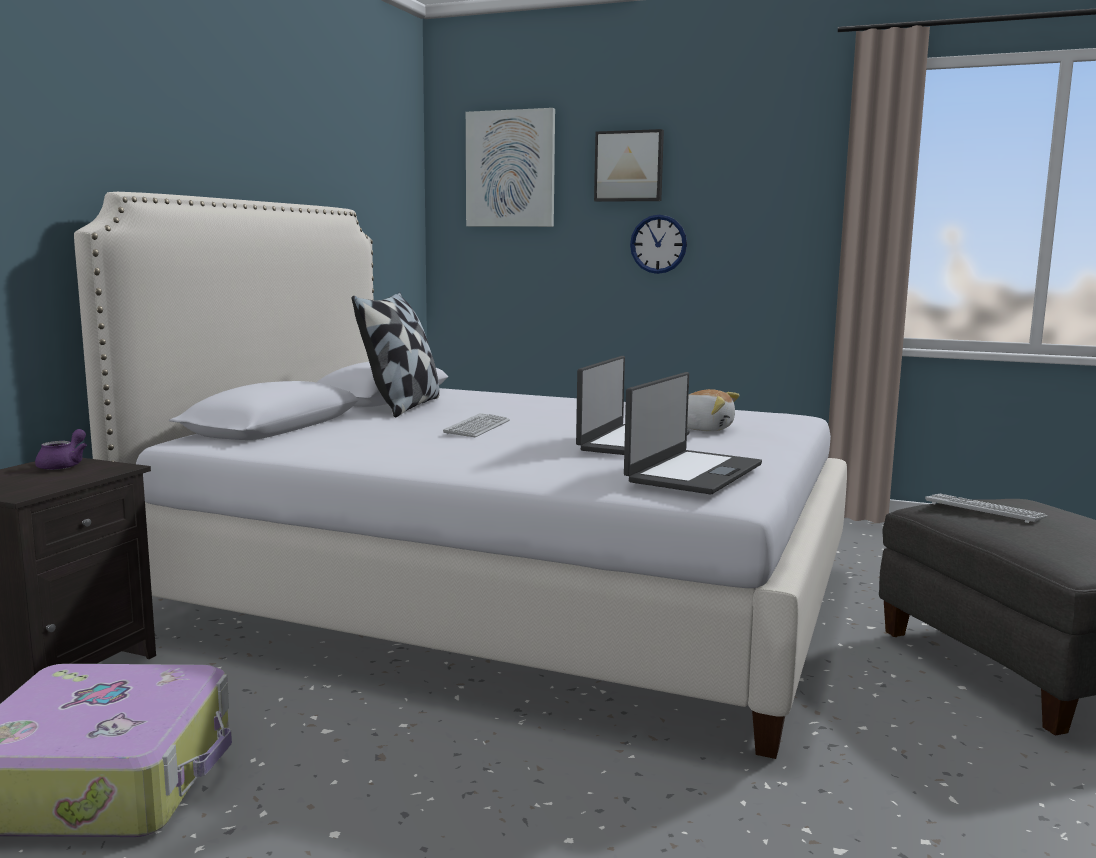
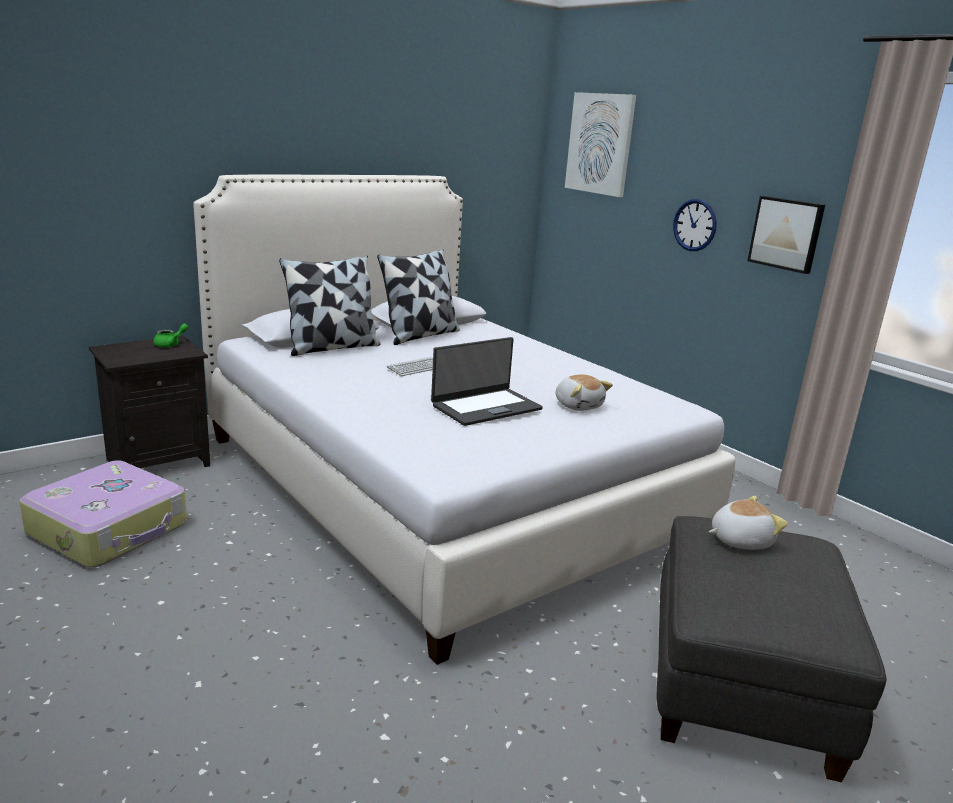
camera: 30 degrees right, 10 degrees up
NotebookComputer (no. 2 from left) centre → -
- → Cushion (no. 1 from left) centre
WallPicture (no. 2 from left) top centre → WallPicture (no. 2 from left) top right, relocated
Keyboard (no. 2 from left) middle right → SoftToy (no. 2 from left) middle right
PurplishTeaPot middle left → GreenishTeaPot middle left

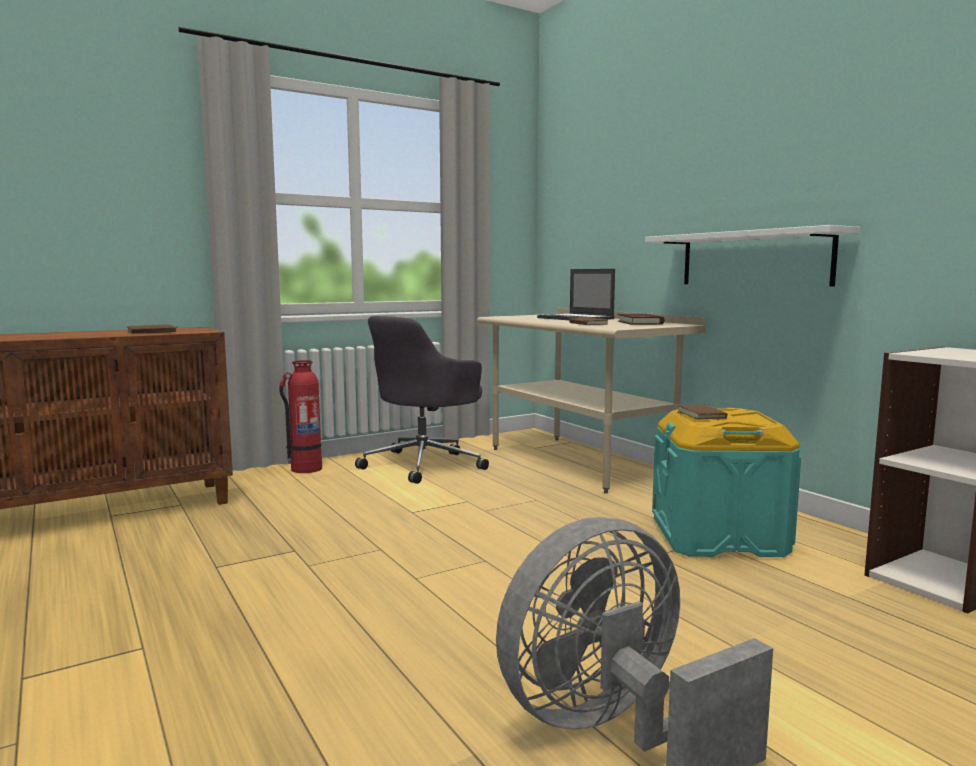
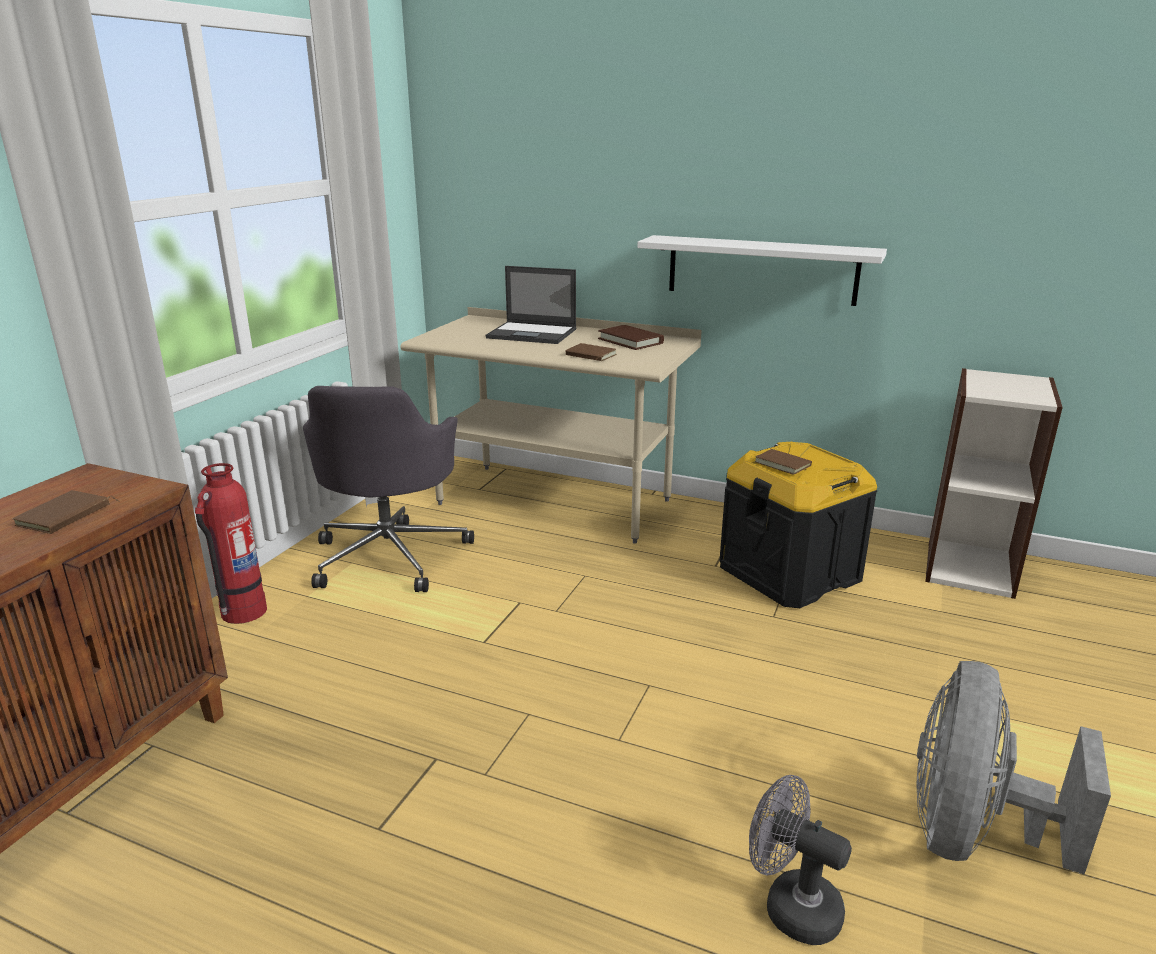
camera: 35 degrees left, 15 degrees up
- → GreyishFan (no. 1 from left) bottom right
TurquoiseColouredStorageContainer middle right → BlackishStorageContainer middle right

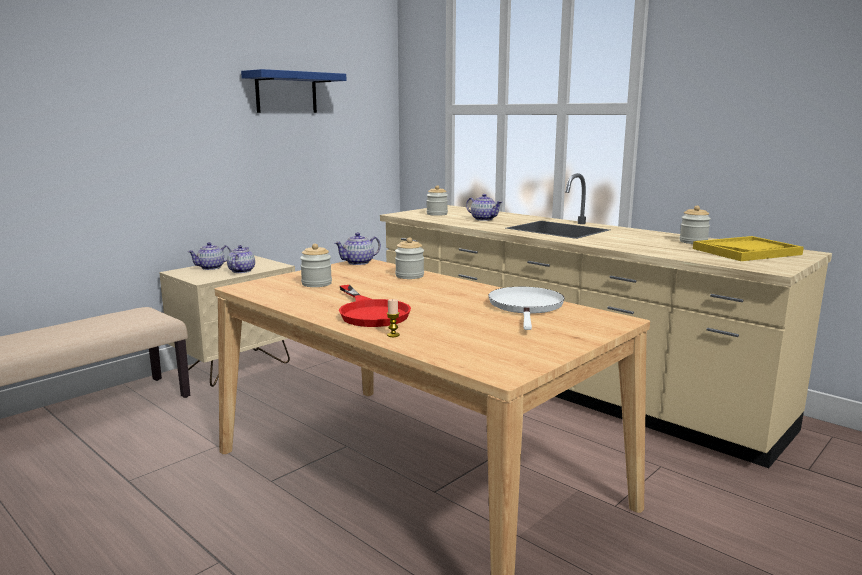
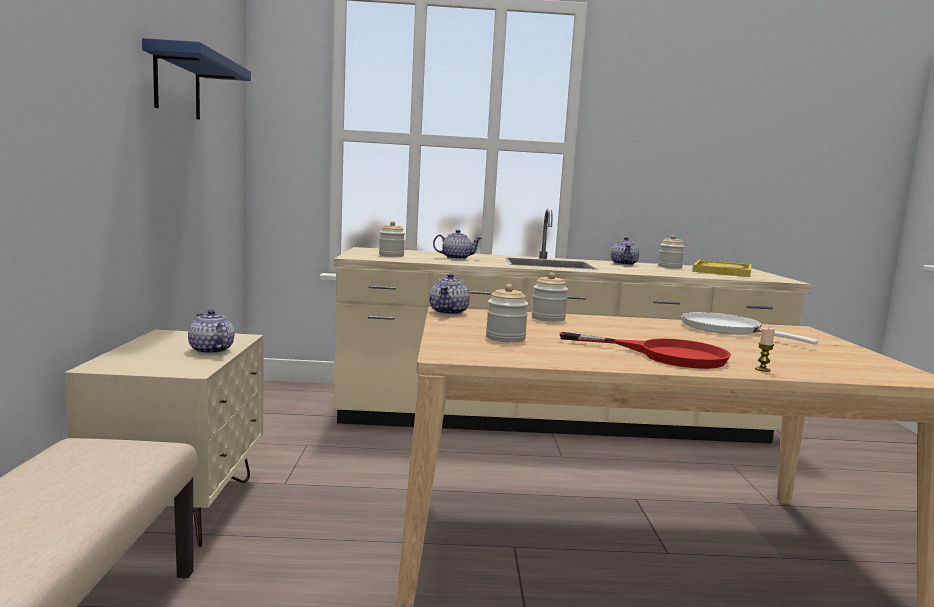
camera: 45 degrees left, 5 degrees down
TeaPot (no. 1 from left in the first image) middle left → TeaPot (no. 4 from left) middle right, relocated

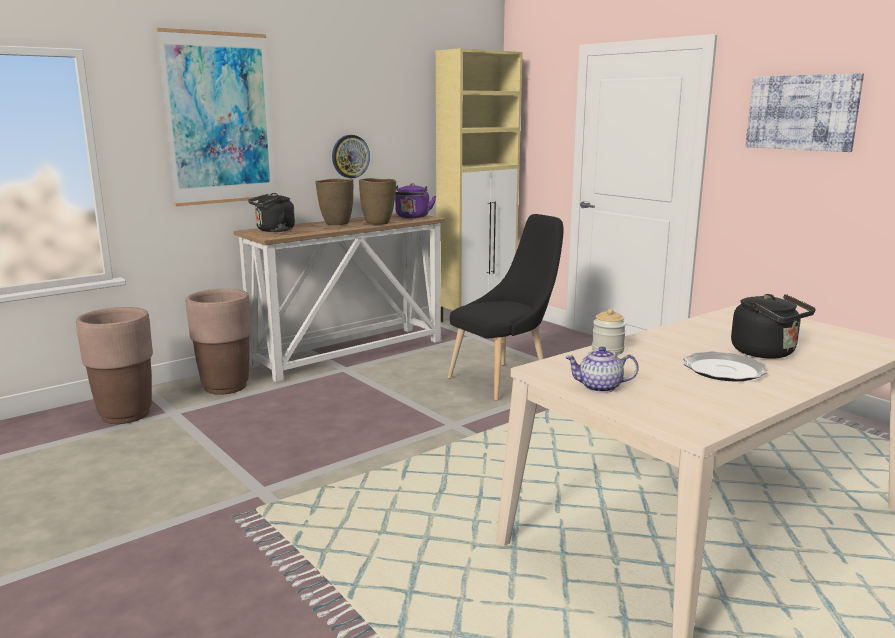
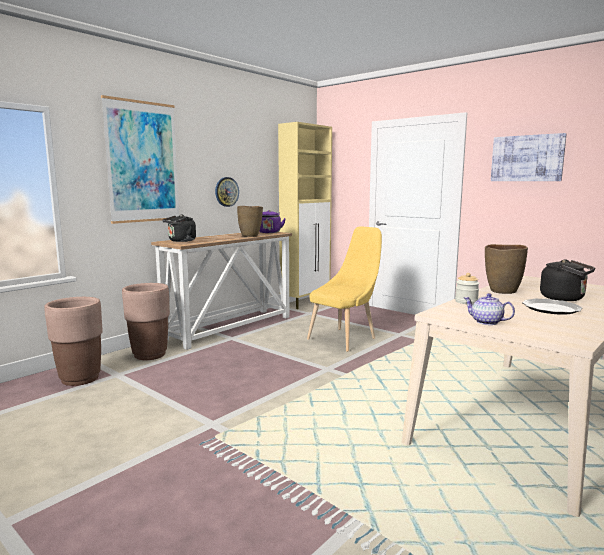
camera: 10 degrees left, 5 degrees down
BrownFlowerVase (no. 1 from left in the first image) top centre → BrownFlowerVase (no. 2 from left) middle right, relocated
BlackishChair centre → YellowChair centre
TeaPot middle right, 45 degrees clockwise

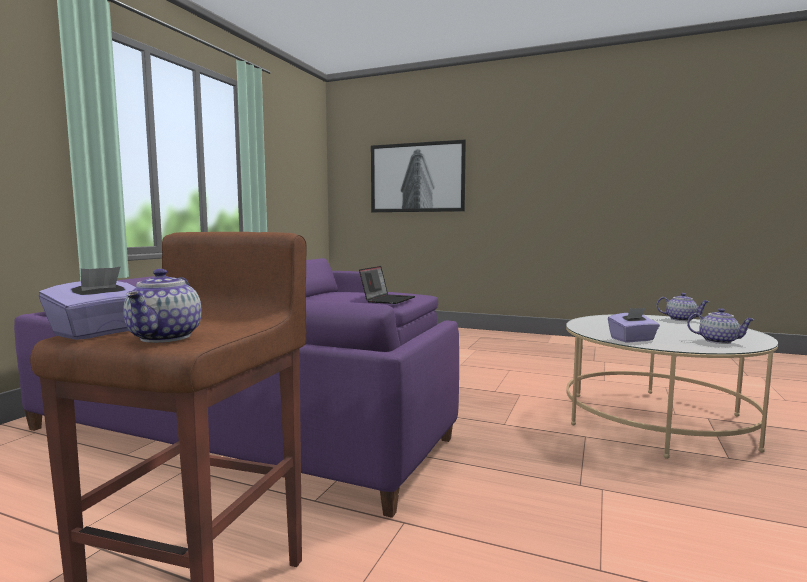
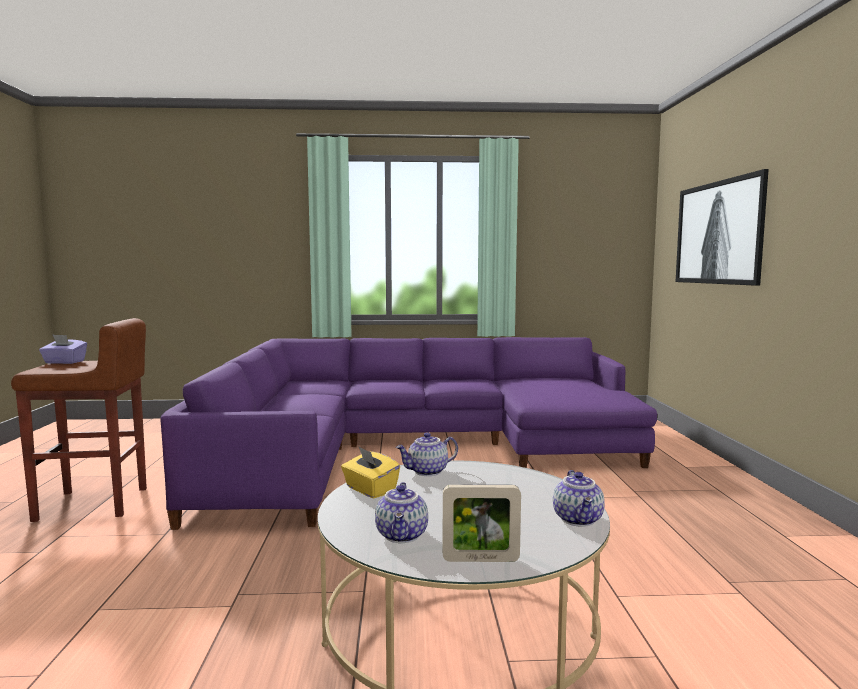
camera: 65 degrees right, 0 degrees up
NotebookComputer centre → -
- → StandingFrame bottom centre
TeaPot (no. 1 from left in the first image) middle left → TeaPot (no. 2 from left) centre, relocated
PurplishTissueHolder (no. 2 from left) middle right → YellowTissueHolder bottom centre

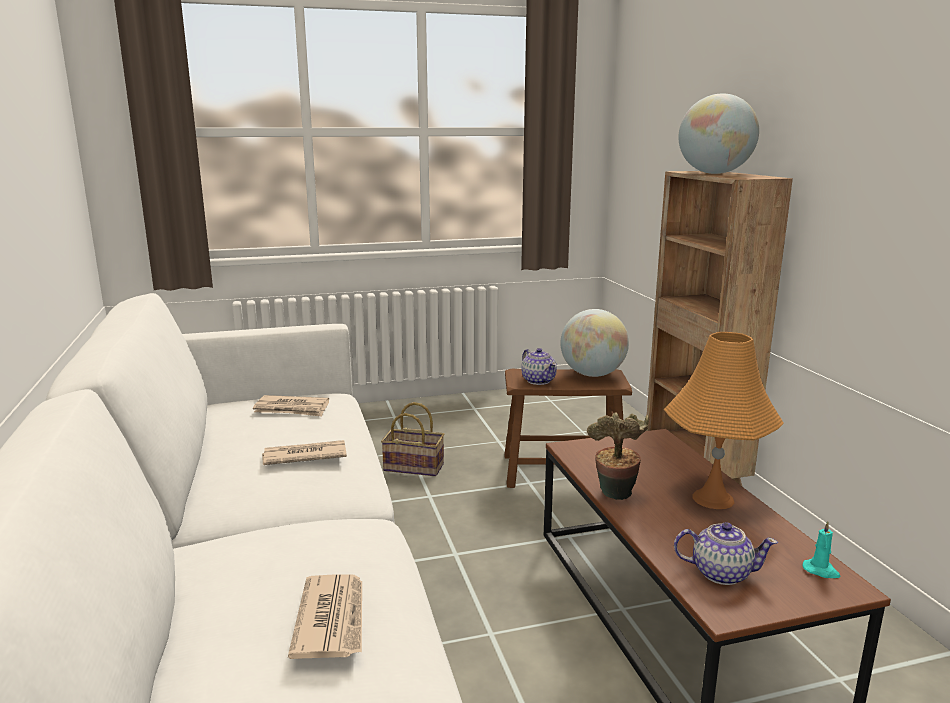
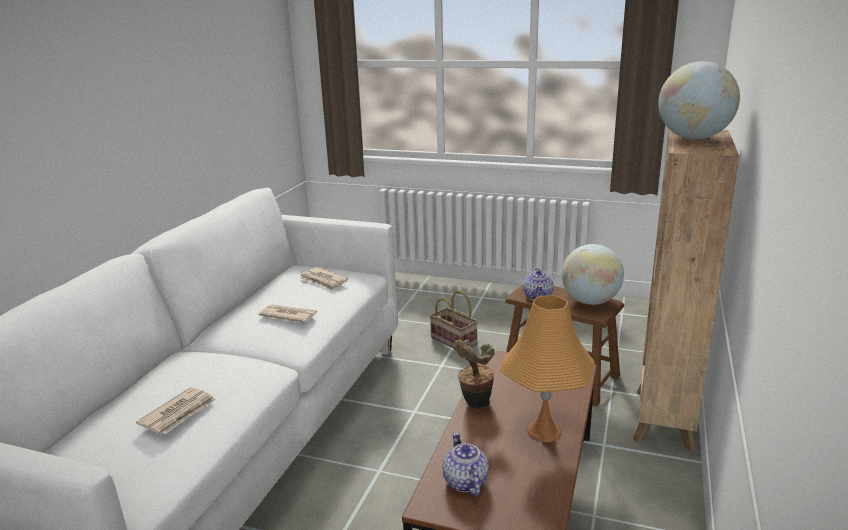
camera: 35 degrees right, 5 degrees up
TurquoiseColouredWaxCandle bottom right → -
TeaPot (no. 2 from left in the first image) bottom right → TeaPot (no. 1 from left) bottom centre, 150 degrees counterclockwise

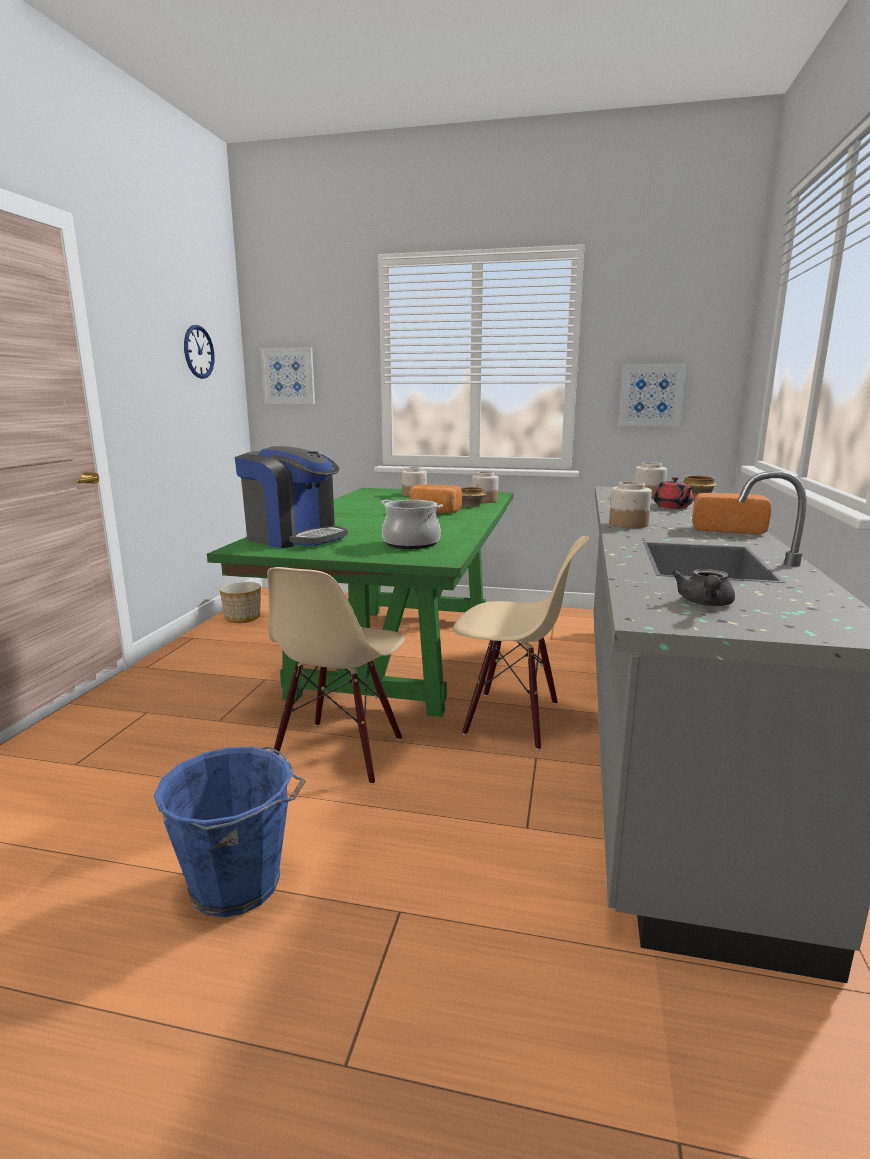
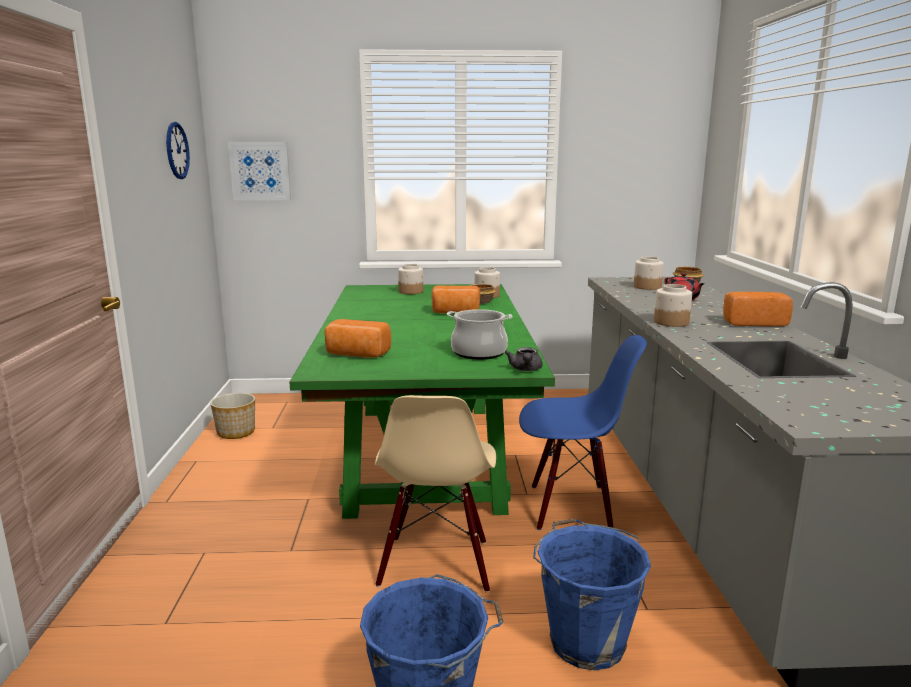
camera: 15 degrees left, 0 degrees up
WallPicture (no. 2 from left) middle right → -
- → BlueBucket (no. 2 from left) bottom centre
GreyishTeaPot middle right → GreyishTeaPot centre, relocated
CoffeeMaker centre → BakedBread (no. 1 from left) centre
SandColouredChair (no. 2 from left) centre → BlueChair centre

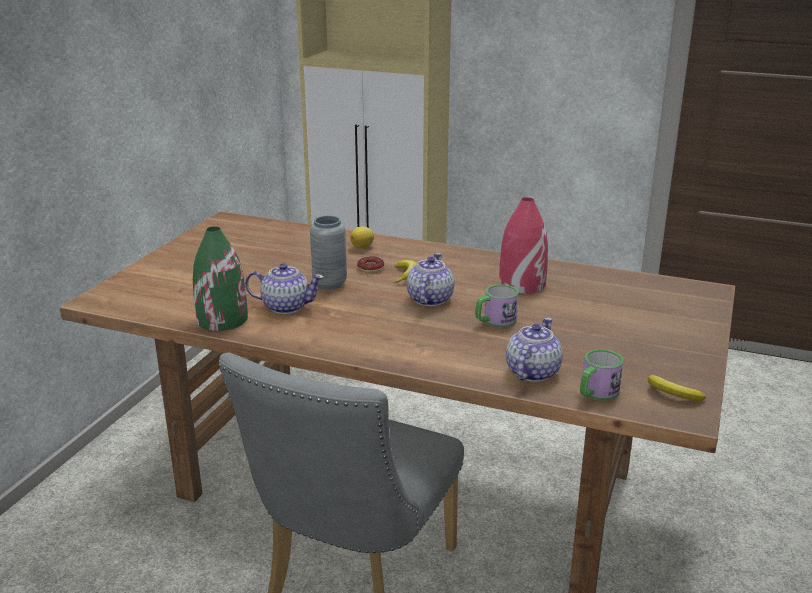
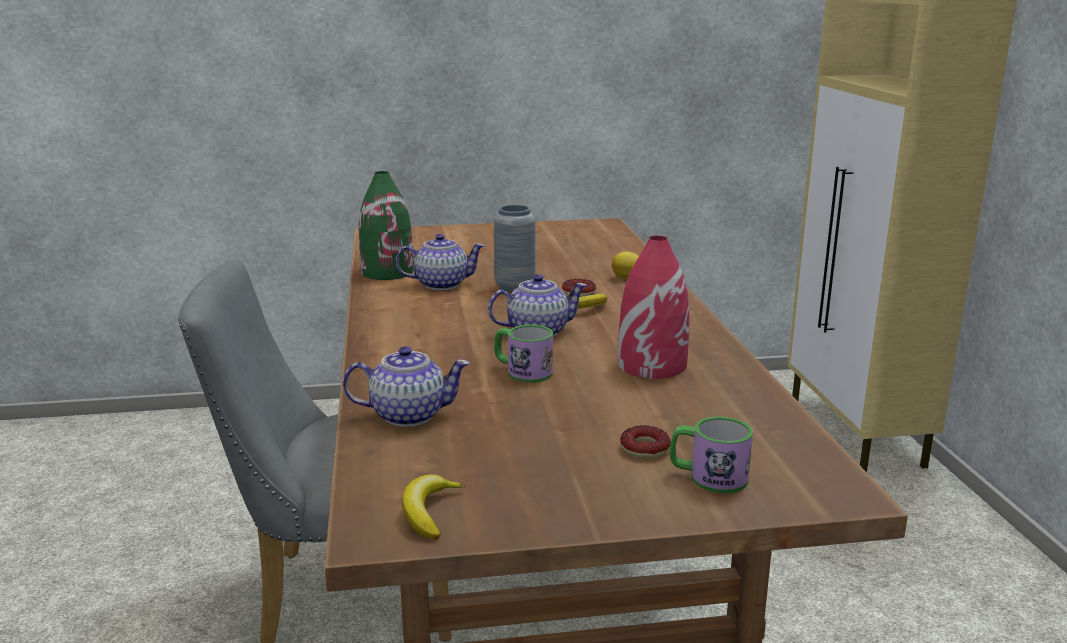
camera: 60 degrees right, 5 degrees down
- → RingDoughnut (no. 2 from left) bottom centre
Mug (no. 2 from left) middle right → Mug (no. 2 from left) bottom centre, relocated
TeaPot (no. 1 from left in the first image) centre → TeaPot (no. 2 from left) centre, 75 degrees counterclockwise

